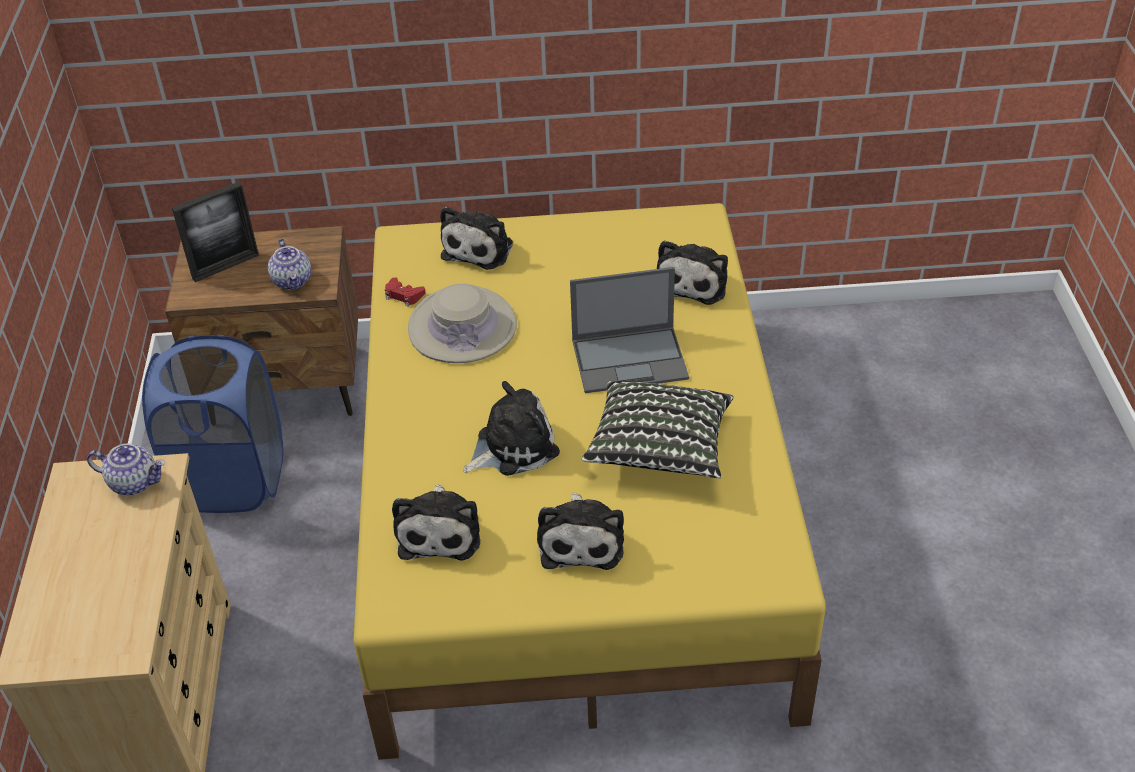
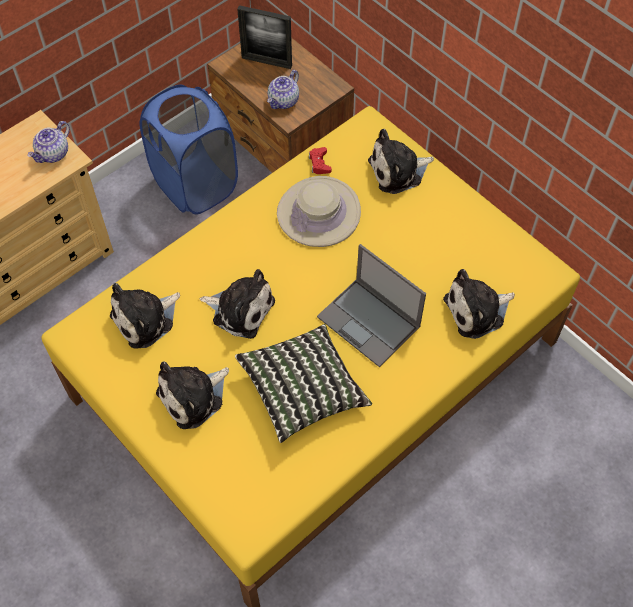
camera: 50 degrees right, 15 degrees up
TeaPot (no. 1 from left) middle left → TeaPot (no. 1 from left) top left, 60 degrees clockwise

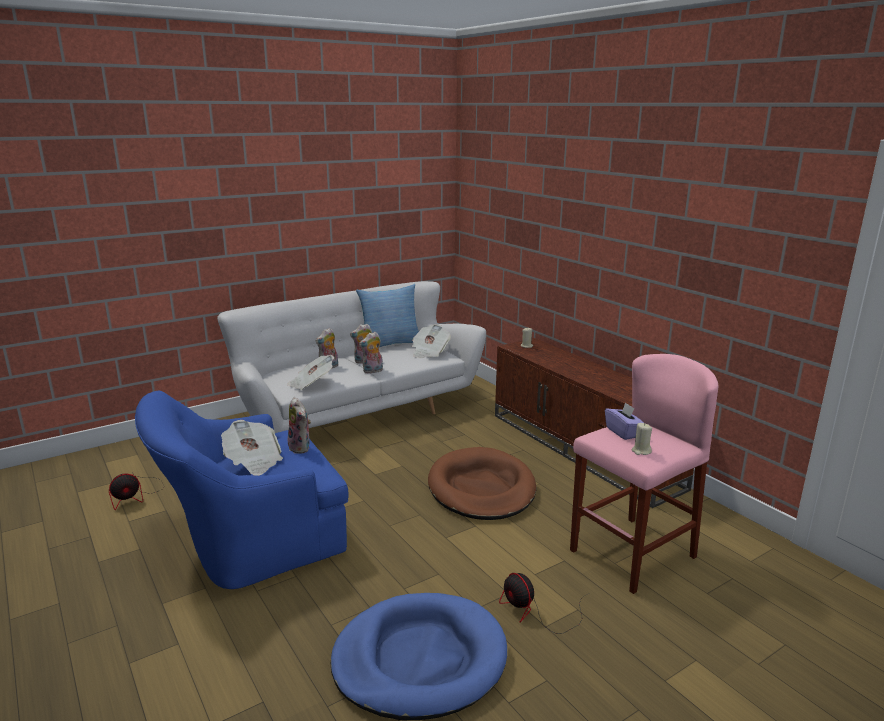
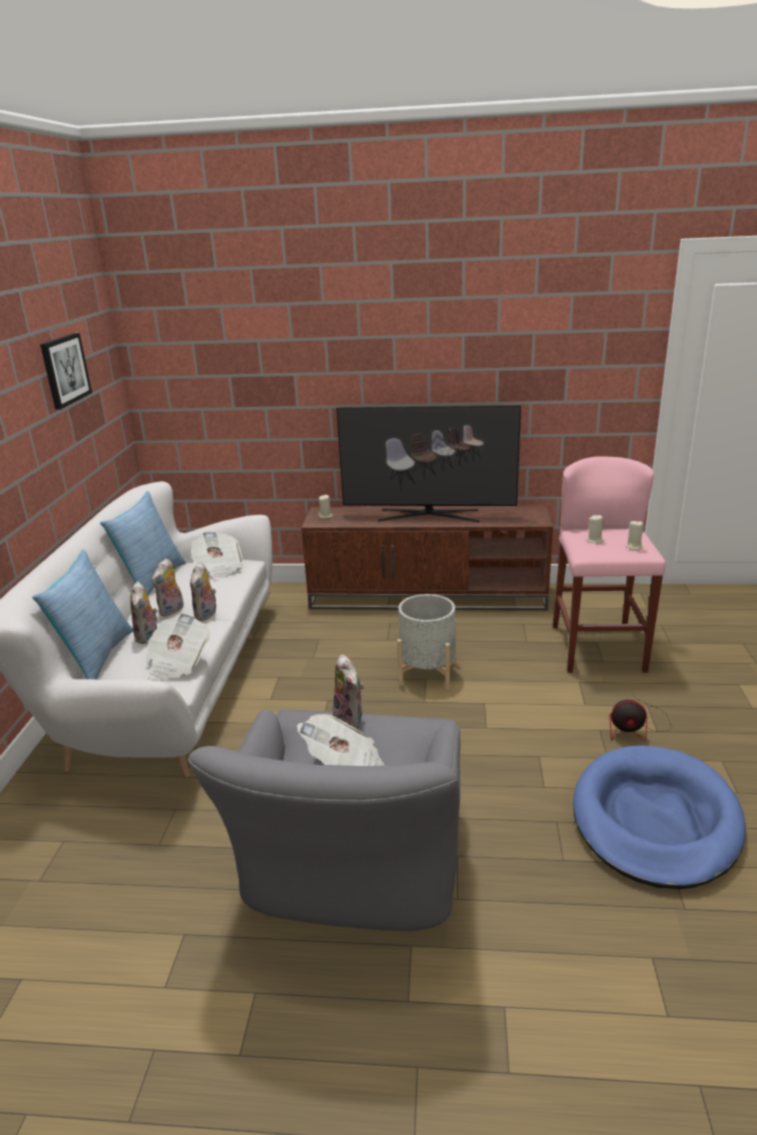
camera: 50 degrees left, 5 degrees up
Fan (no. 1 from left) bottom left → -
- → Cushion (no. 1 from left) middle left
- → WallPicture top left
- → Tv centre
BrownDogBed bottom centre → GreyishFlowerPot centre
PurplishTissueHolder middle right → SandColouredWaxCandle (no. 2 from left) middle right
BlueLoungeChair bottom left → GreyishLoungeChair bottom centre
SoftToy (no. 1 from left in the first image) centre → SoftToy (no. 4 from left) centre, 60 degrees clockwise

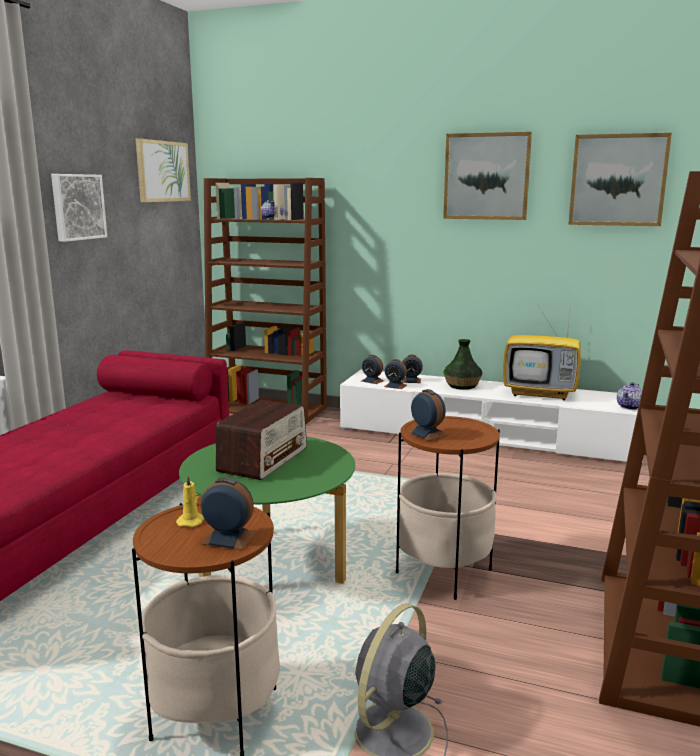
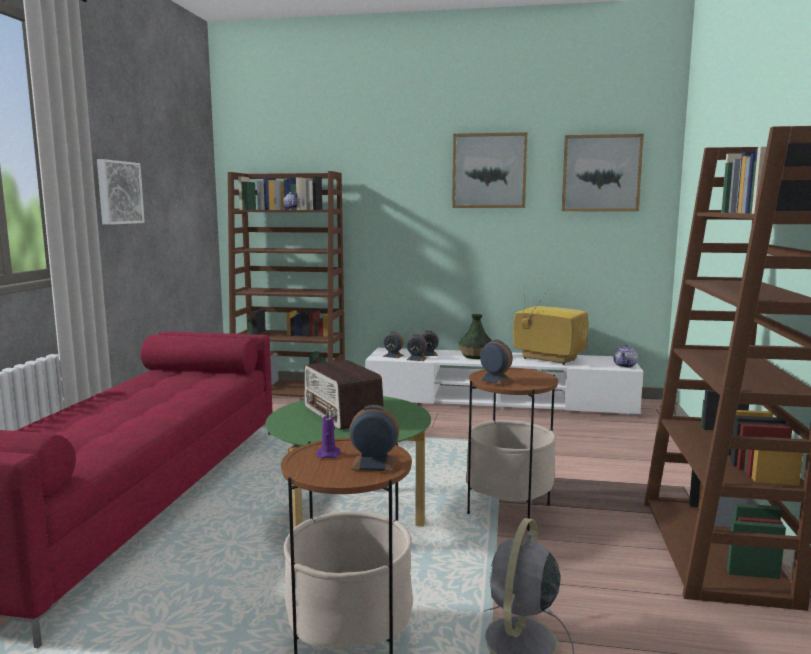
camera: 10 degrees left, 5 degrees down
WallPicture (no. 2 from left) top left → -
YellowWaxCandle middle left → PurplishWaxCandle centre
Radio centre, 135 degrees clockwise
Tv middle right, 150 degrees counterclockwise

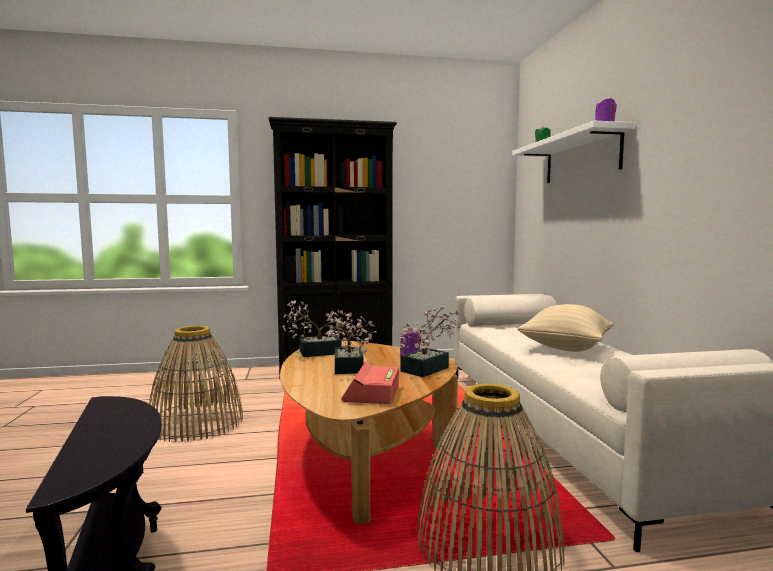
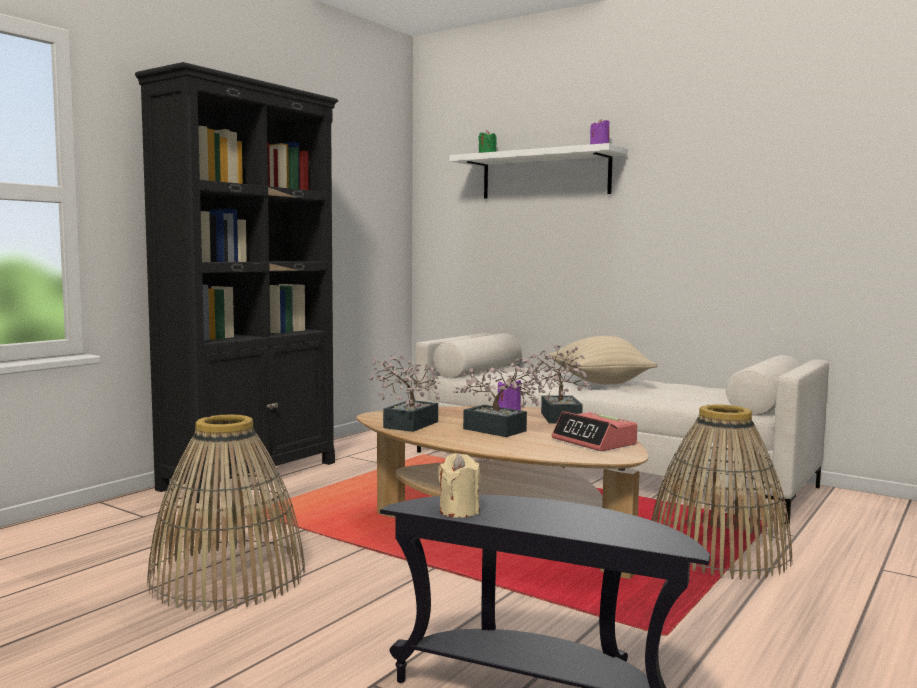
camera: 45 degrees left, 0 degrees up
- → SandColouredWaxCandle bottom centre

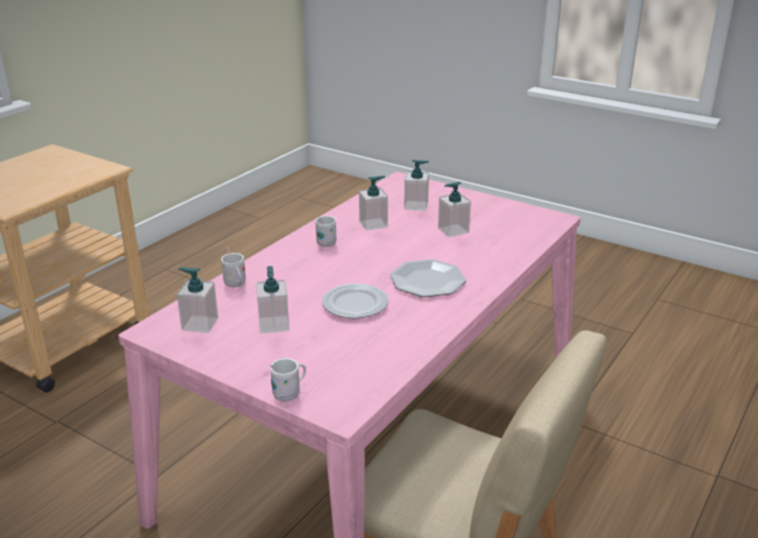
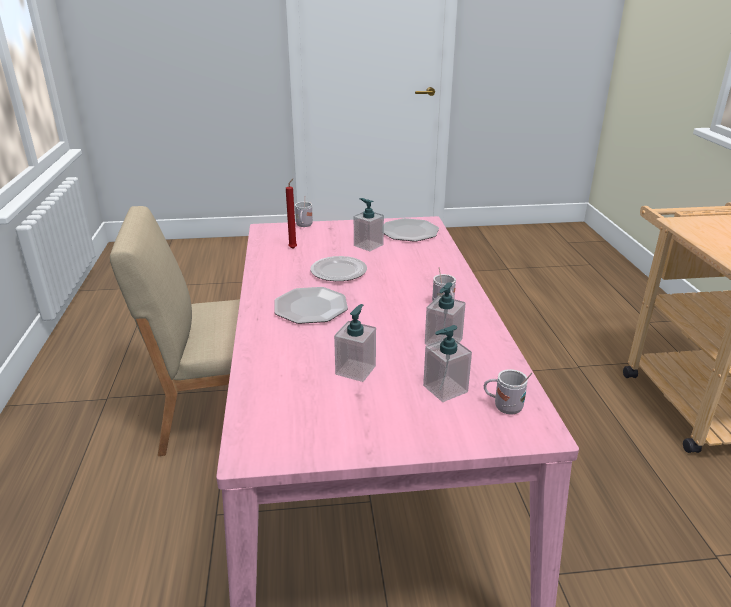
camera: 140 degrees right, 0 degrees up
- → RedWaxCandle centre
WhiteMug (no. 1 from left in the first image) middle left → WhiteMug (no. 3 from left) middle right, relocated
SoapBottle (no. 1 from left) middle left → DinnerPlate (no. 3 from left) centre

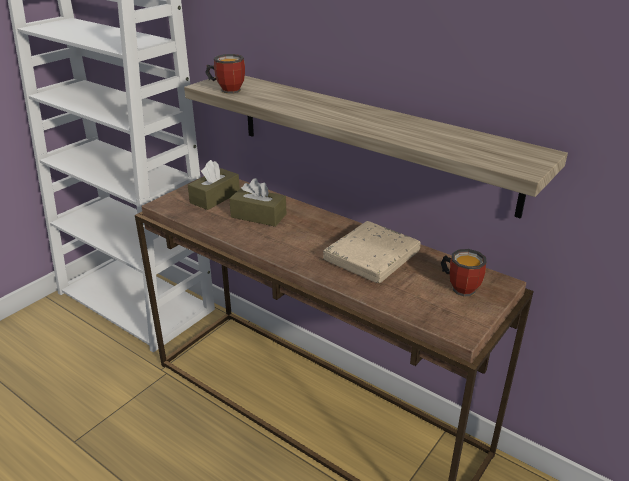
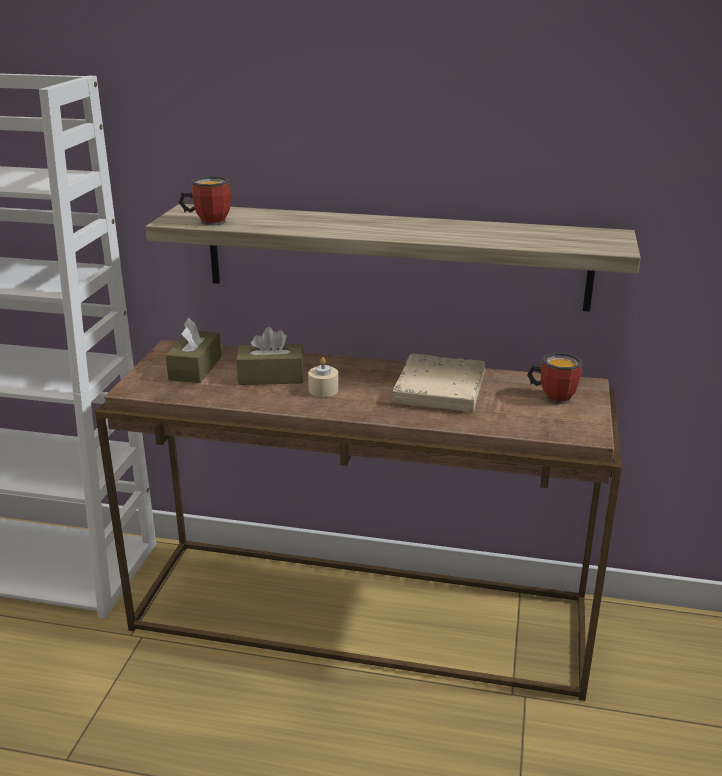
camera: 25 degrees left, 5 degrees down
- → SandColouredWaxCandle centre

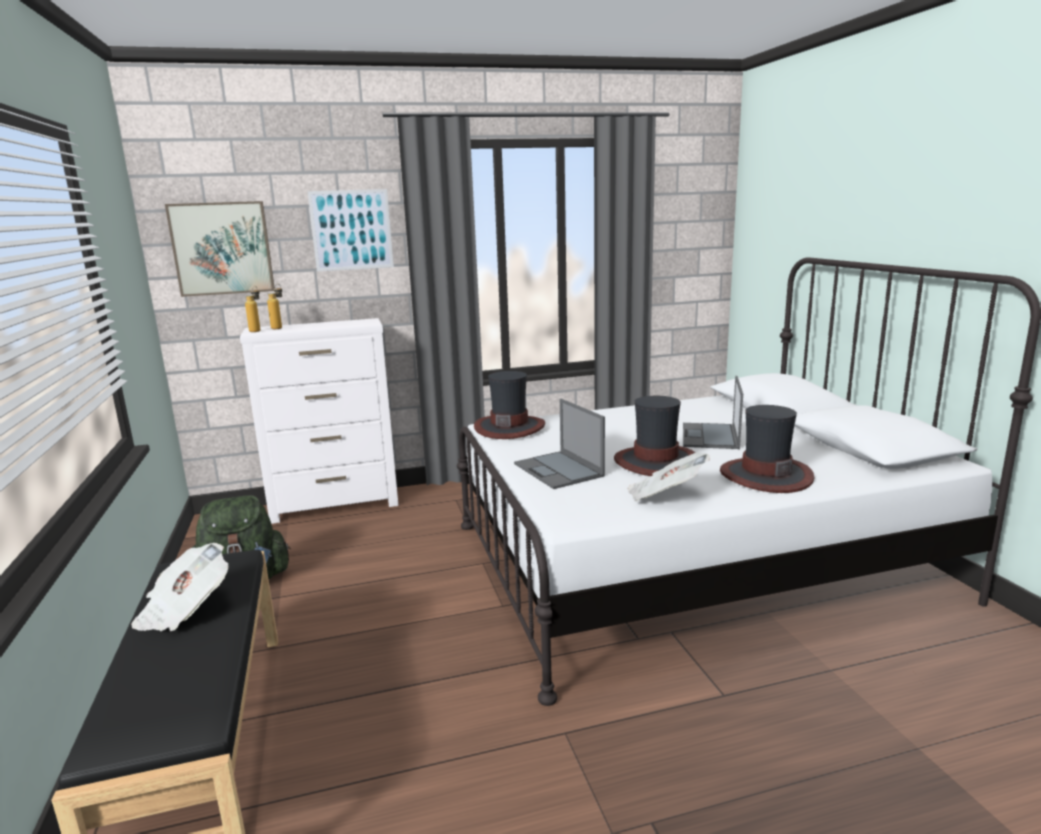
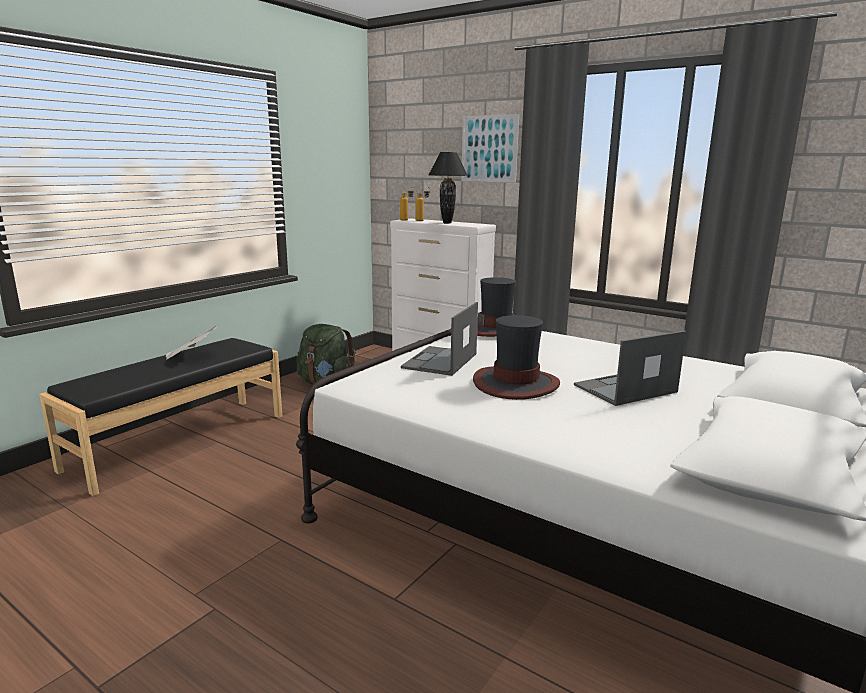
camera: 50 degrees right, 0 degrees up
WallPicture (no. 1 from left) top left → -
PrintedPaper (no. 2 from left) centre → -
WearableHat (no. 3 from left) middle right → -
- → BlackishLampForATable top centre

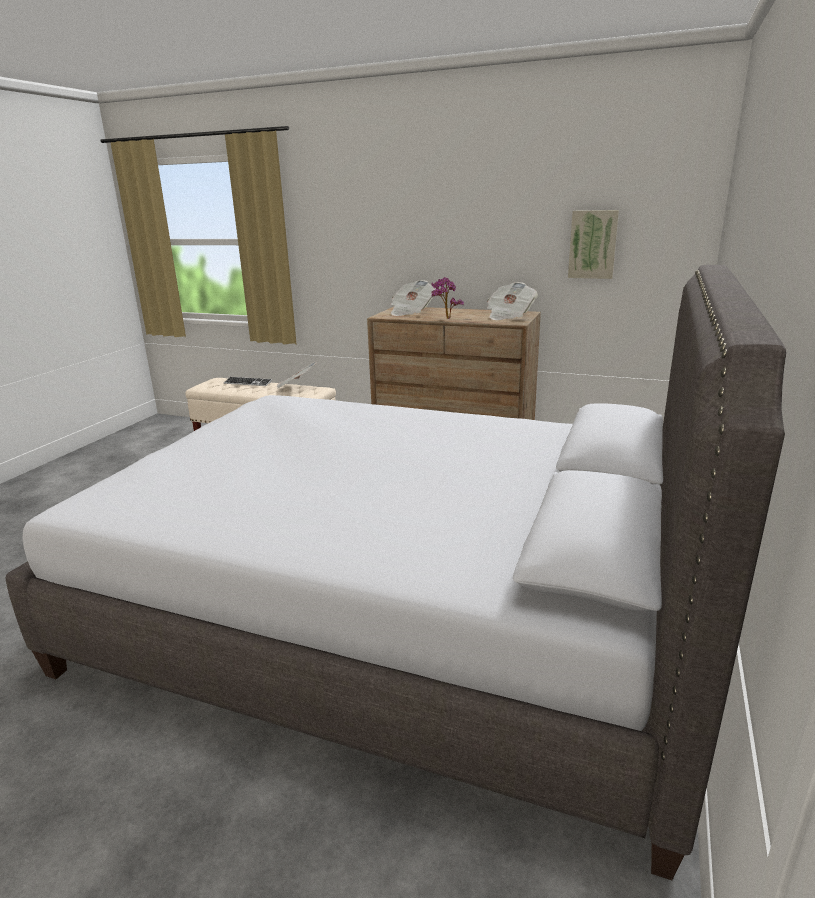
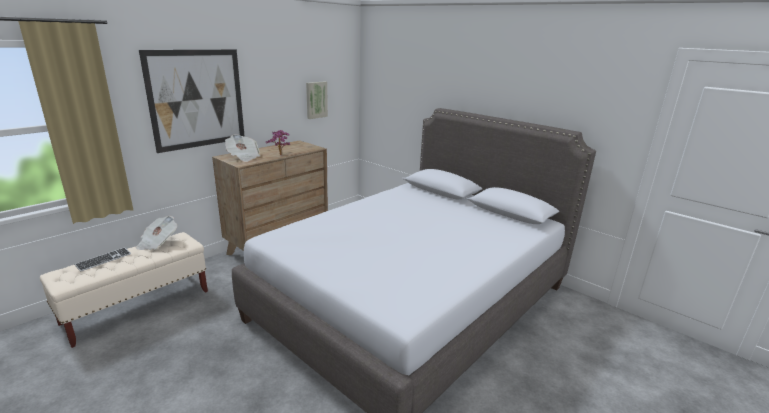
camera: 70 degrees left, 0 degrees up
PrintedPaper (no. 3 from left) centre → -
- → WallPicture (no. 1 from left) top left

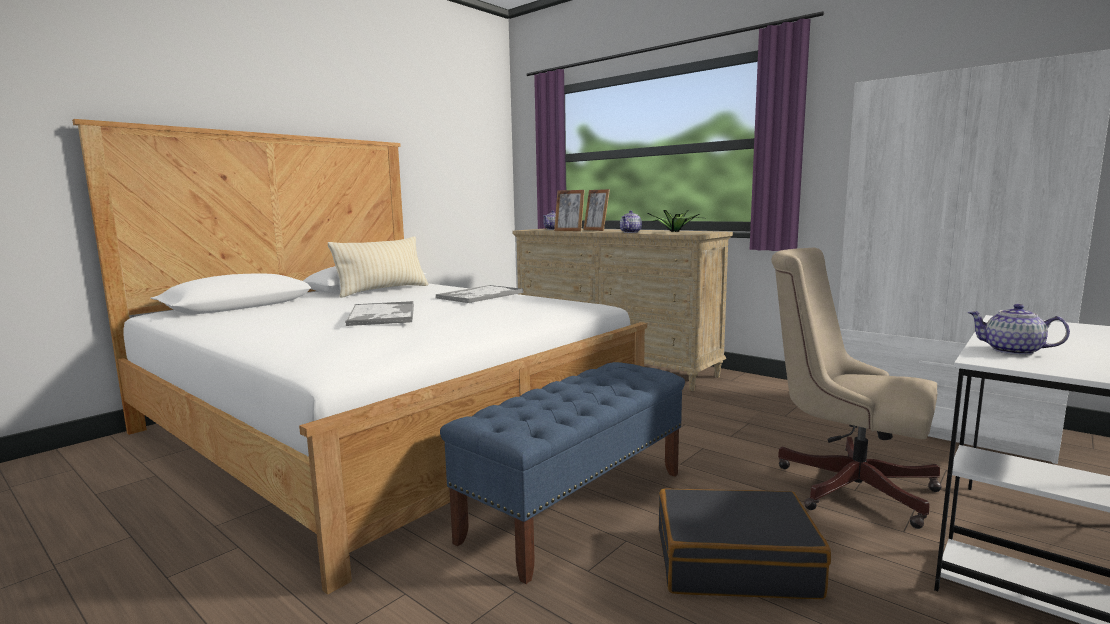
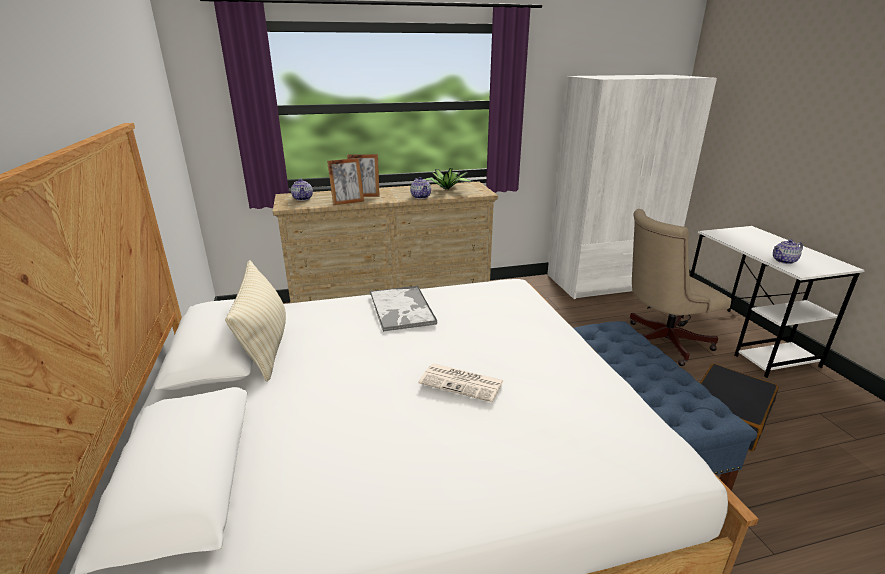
camera: 55 degrees left, 15 degrees up
ServingTray (no. 1 from left) centre → PrintedPaper centre

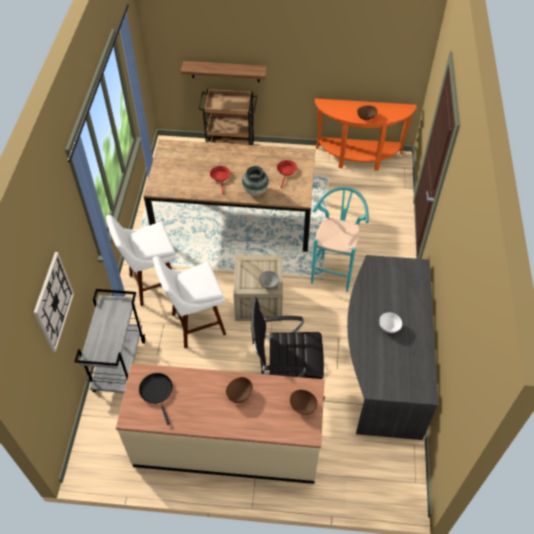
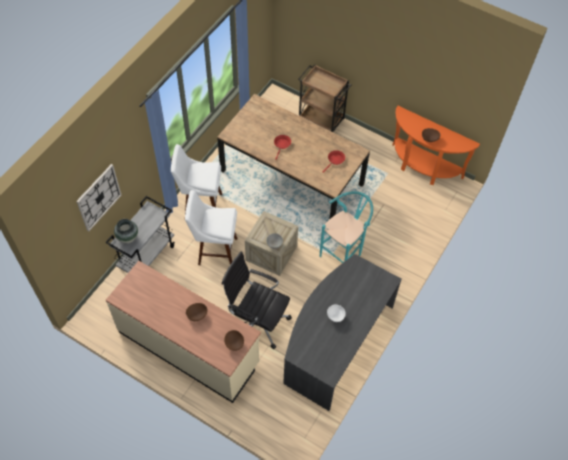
camera: 25 degrees right, 5 degrees up
BlackishFryingPan bottom left → -
Shelf top centre → -
FlowerVase centre → FlowerVase middle left, relocated

